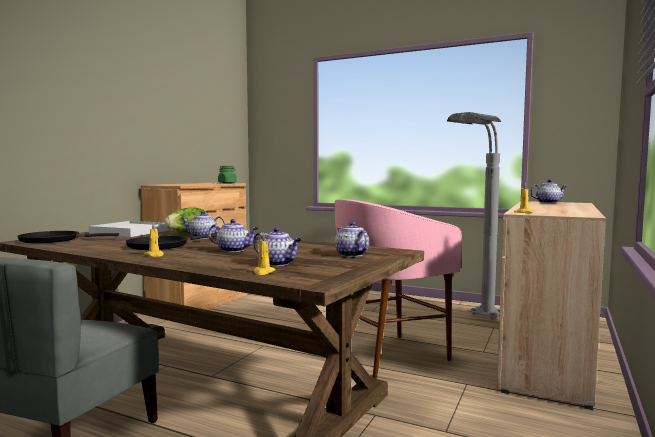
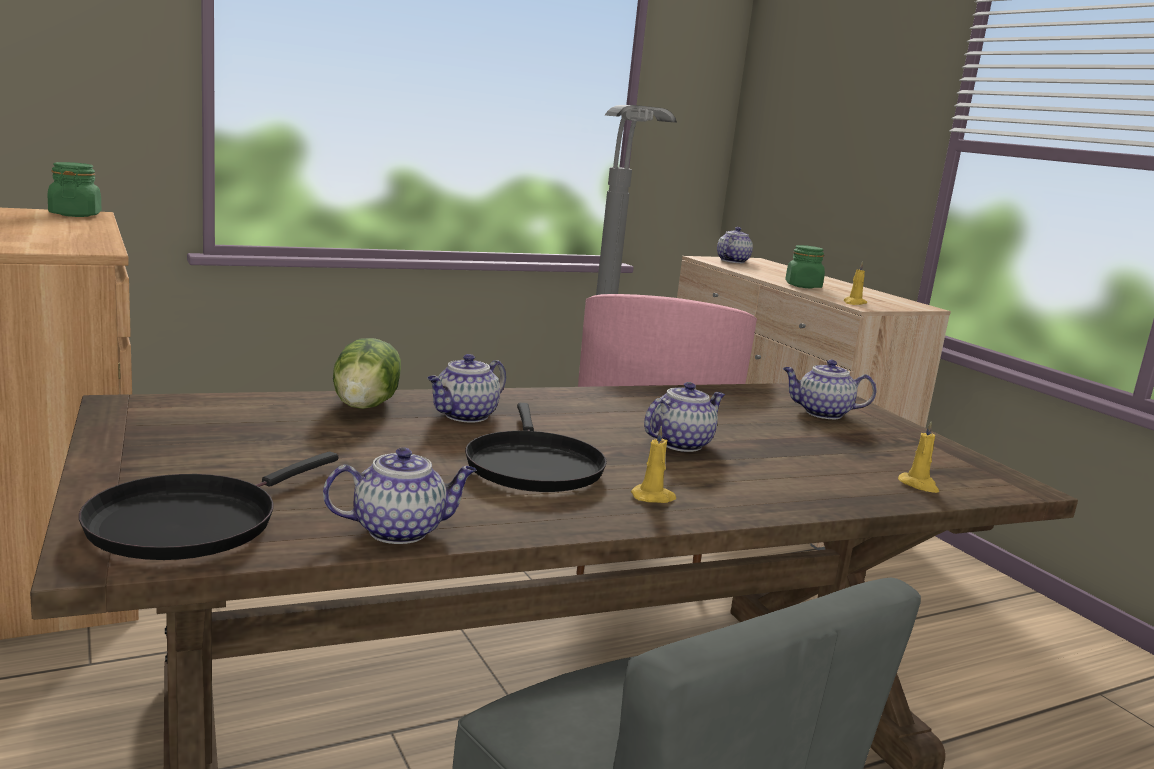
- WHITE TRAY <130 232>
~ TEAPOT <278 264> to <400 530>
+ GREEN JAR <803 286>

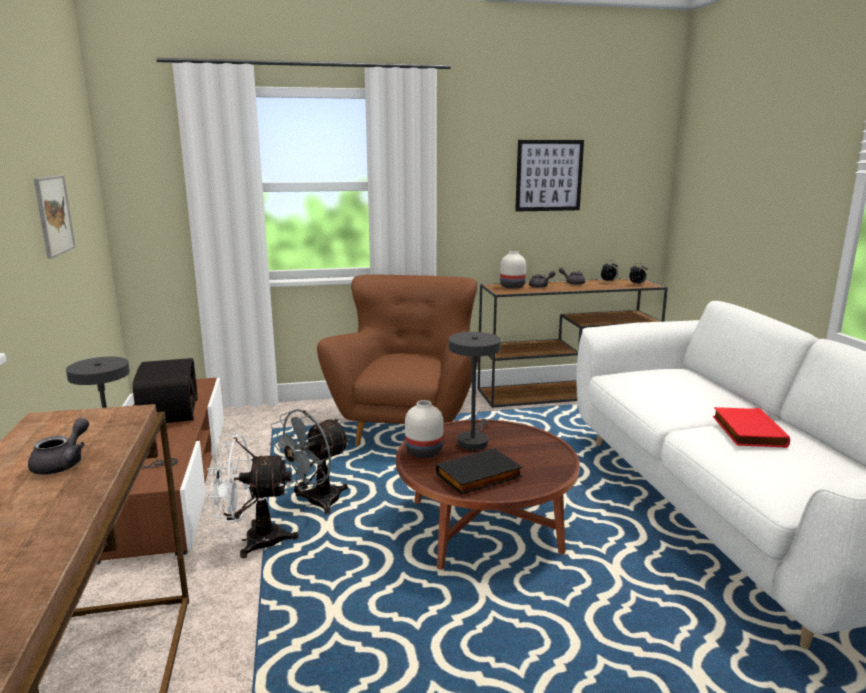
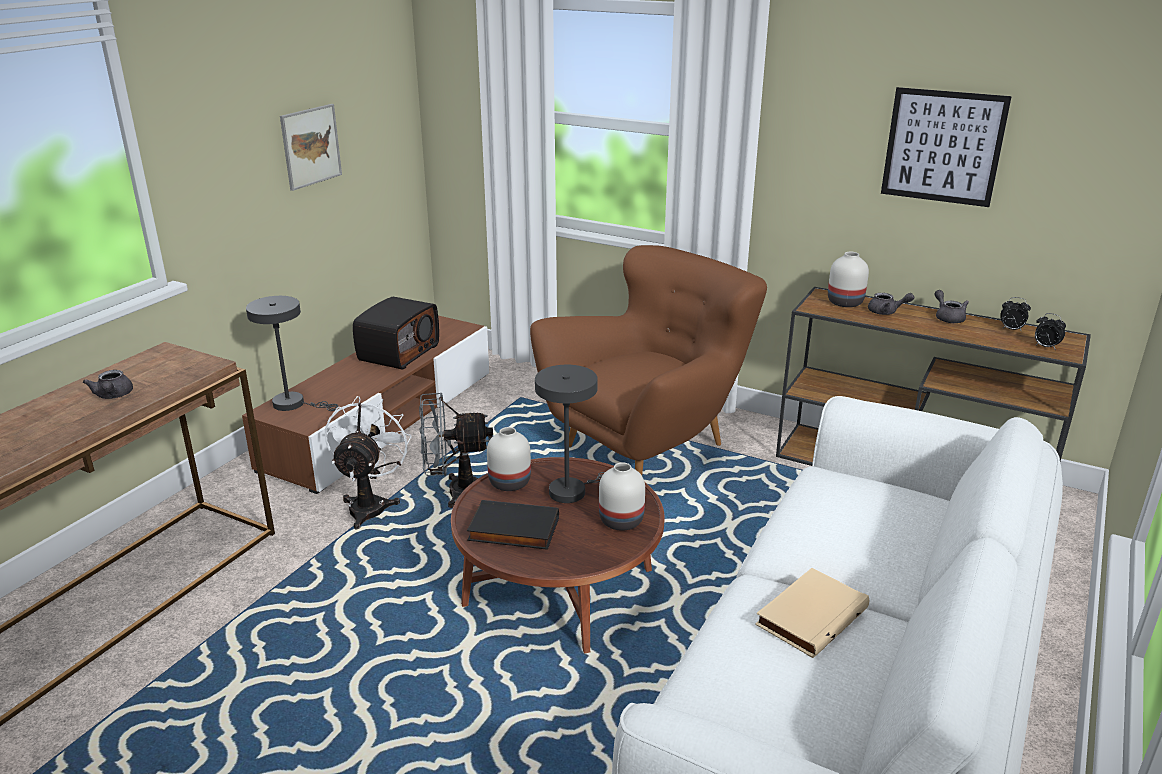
~ GREY TEAPOT <63 463> = <113 396> 105 degrees clockwise
~ WHITE FAN <253 540> = <370 505> 60 degrees clockwise
~ RED BOOK <746 431> to BEIGE BOOK <810 615>
+ WHITE VASE <622 520>

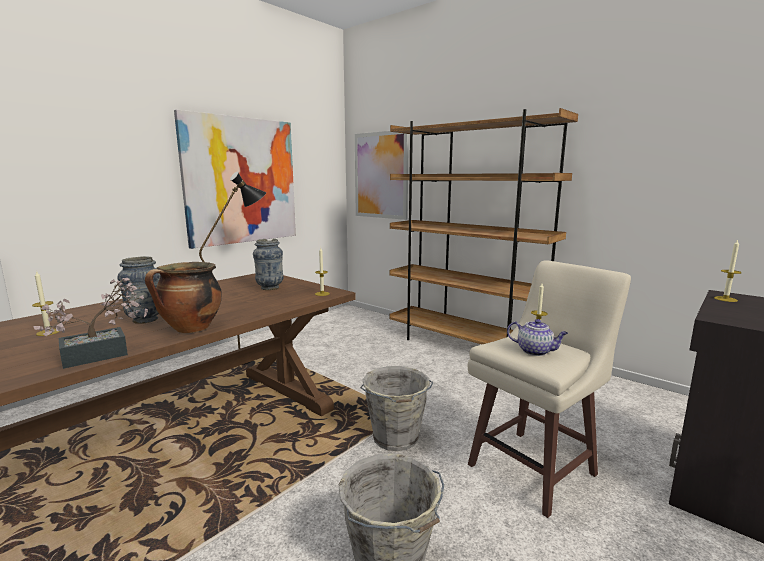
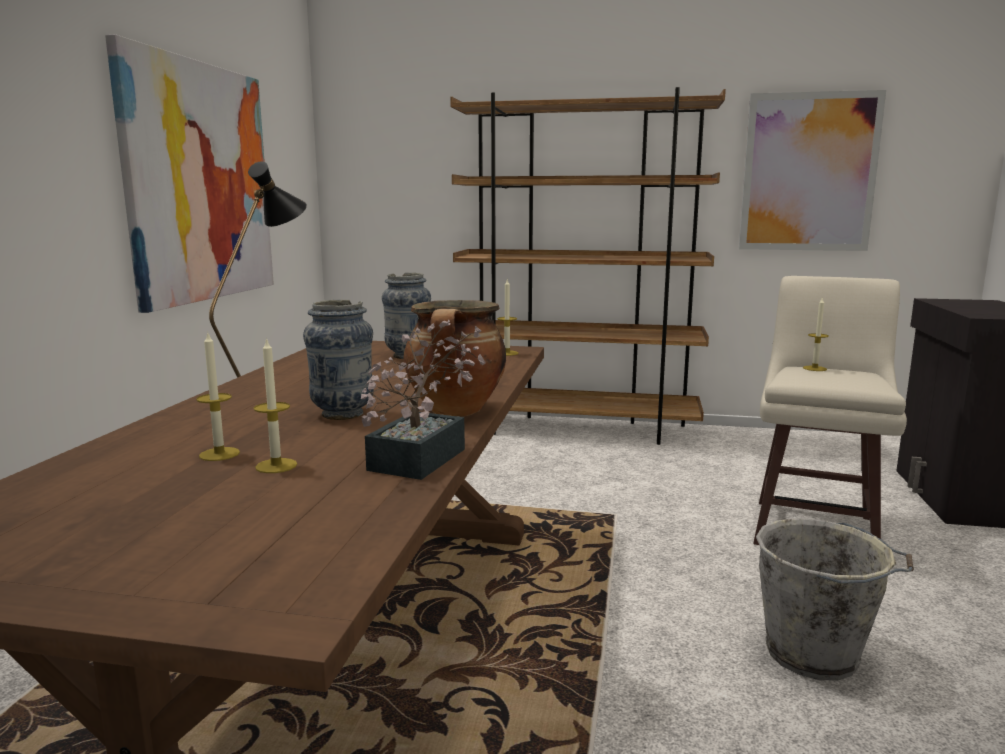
~ PICTURE <381 175> to <808 173>
- GREY BUCKET <395 438>
- TEAPOT <535 351>
~ CANDLE <725 299> to <276 466>

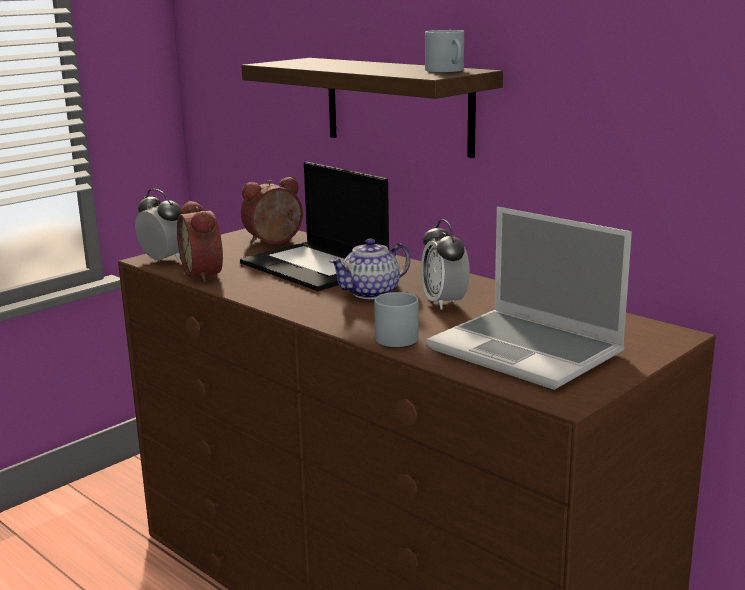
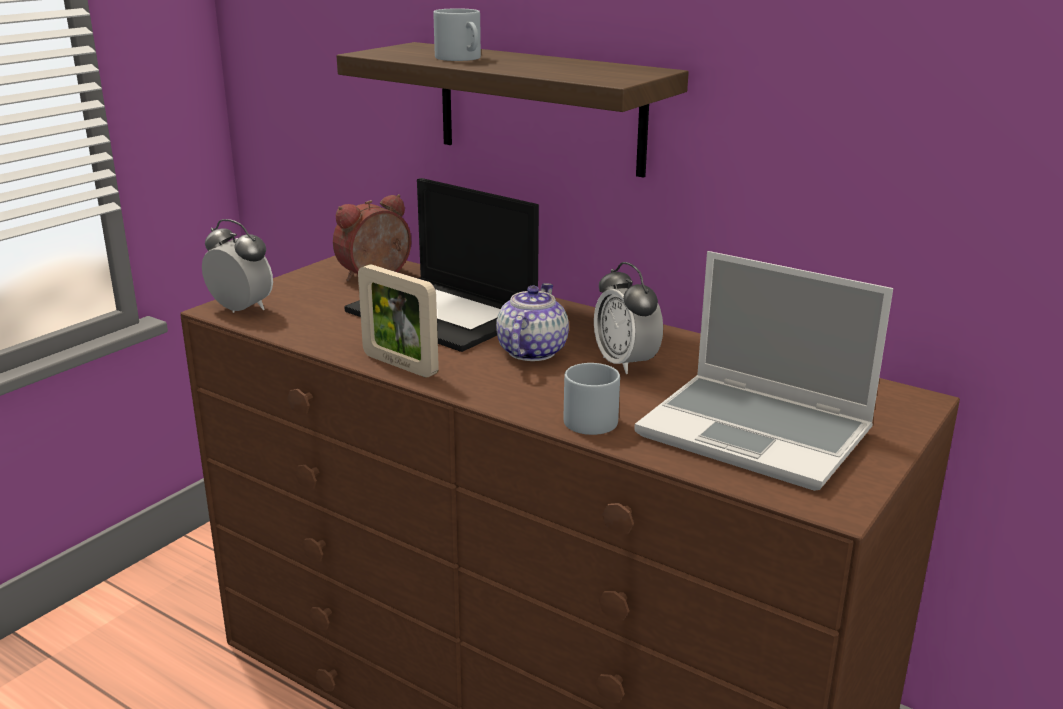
- ALARM CLOCK <206 273>
~ TEAPOT <372 293> = <531 352> 150 degrees clockwise
~ GREY MUG <448 70> to <462 58>
+ PICTURE FRAME <400 365>

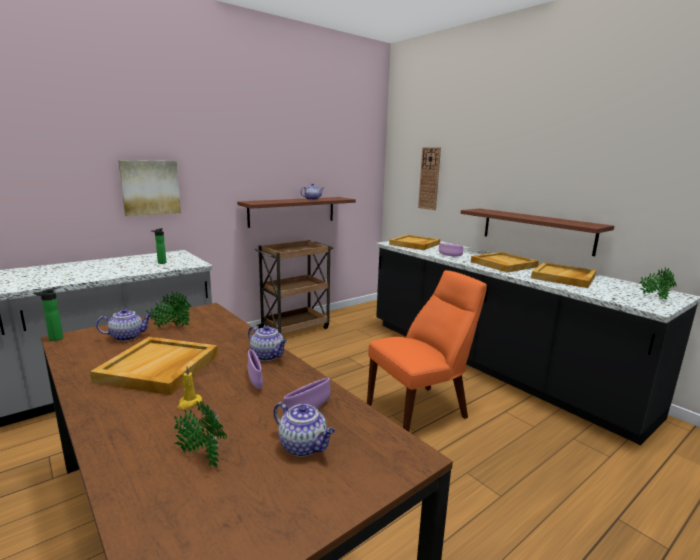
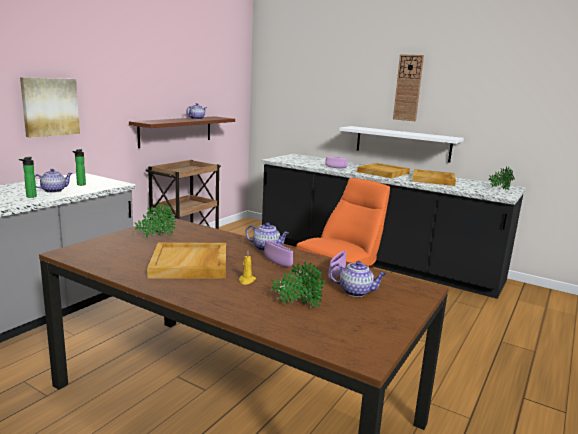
~ BOTTLE <54 339> to <30 197>
~ TEAPOT <128 337> to <54 190>
- BEIGE TRAY <415 244>
~ WALL CLOCK <429 178> to <408 88>
~ BROWN SHELF <536 230> to WHITE SHELF <402 143>

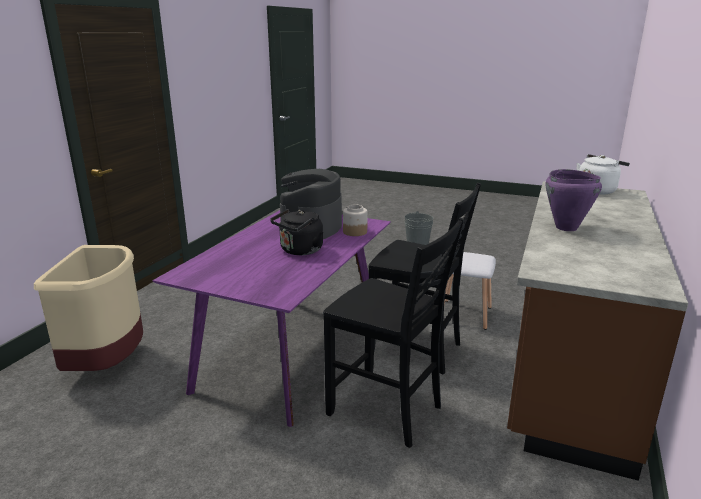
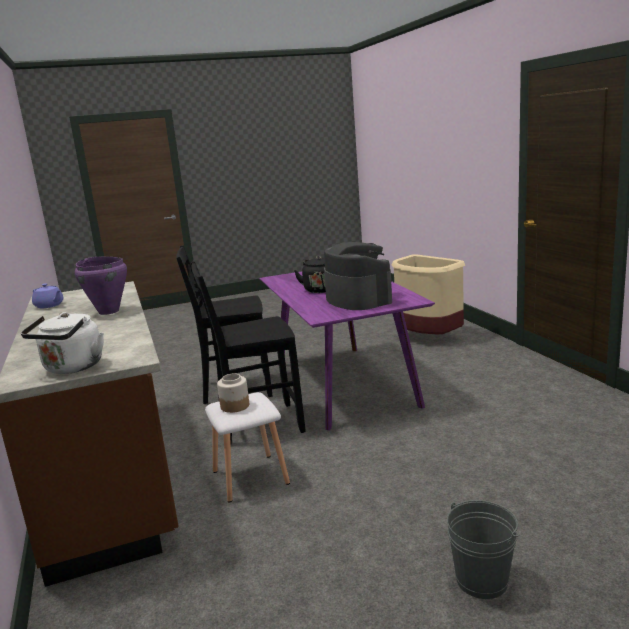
~ JAR <354 232> to <235 406>
+ PURPLE TEAPOT <49 306>

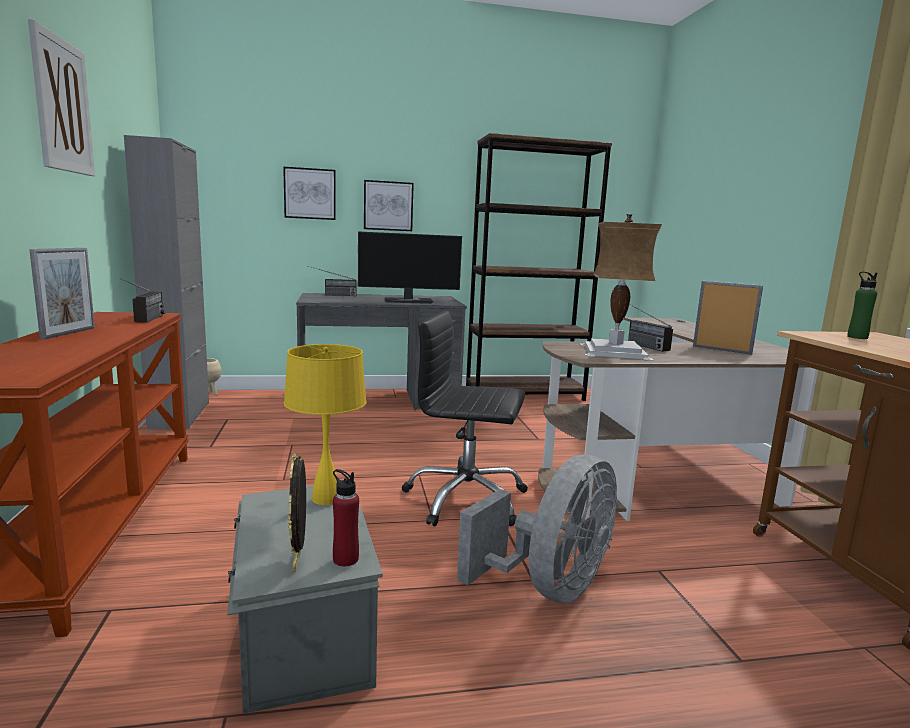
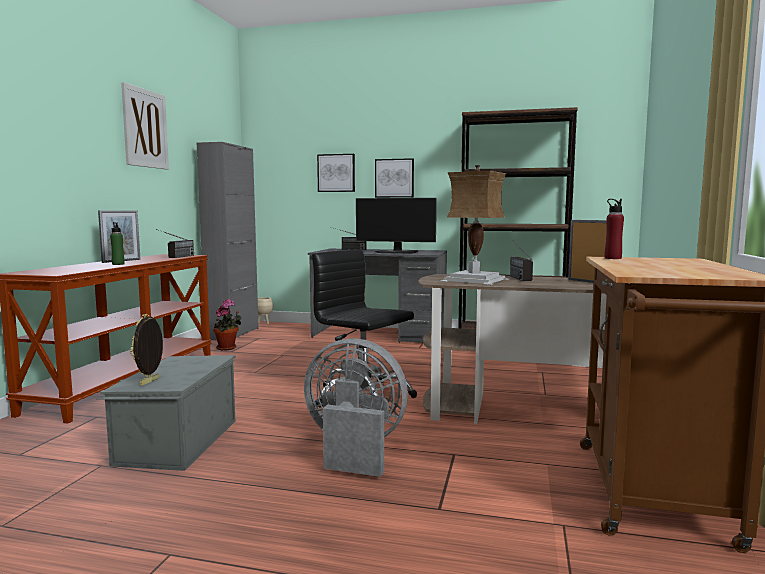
- YELLOW TABLE LAMP <325 498>
~ RED BOTTLE <345 559> to <612 258>
~ GREY FAN <549 587> = <354 448> 135 degrees counterclockwise
~ GREEN BOTTLE <857 337> to <118 264>
+ POTTED PLANT <228 348>

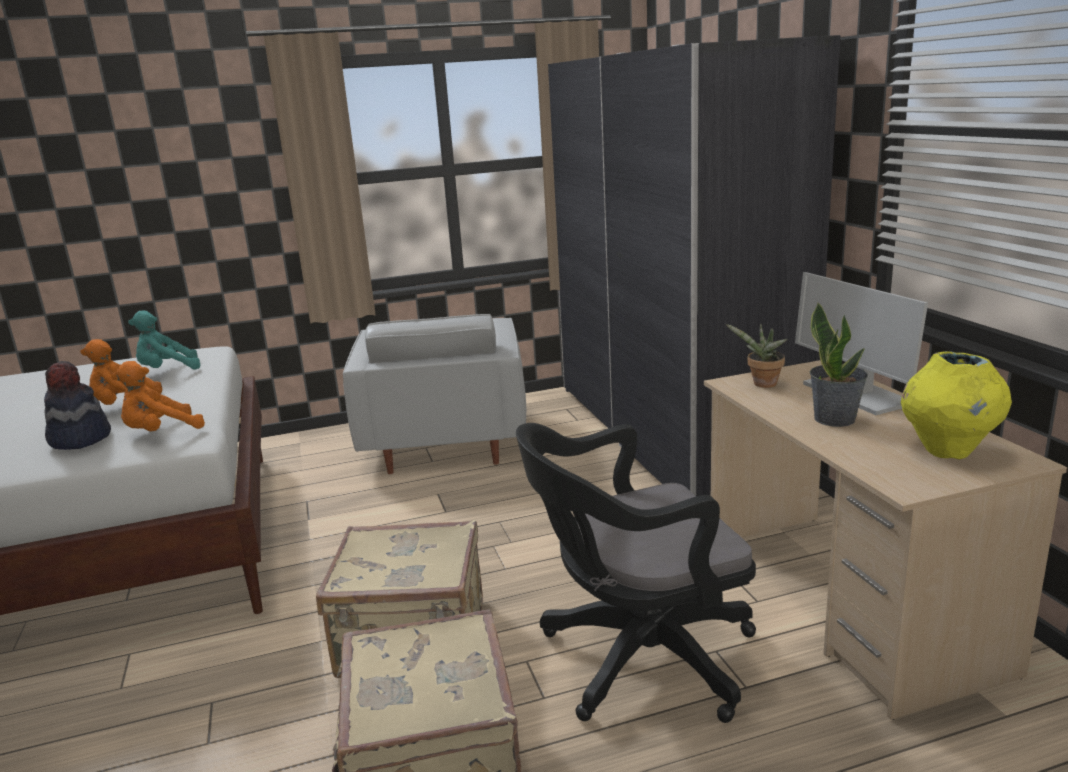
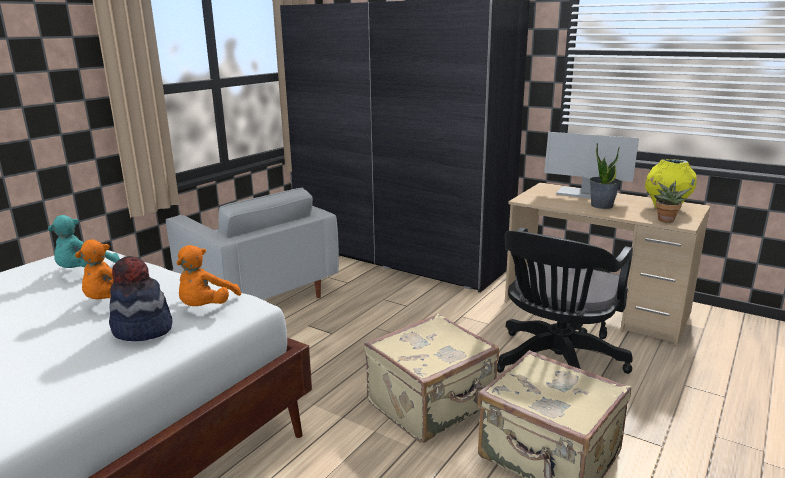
~ POTTED PLANT <762 385> to <666 221>

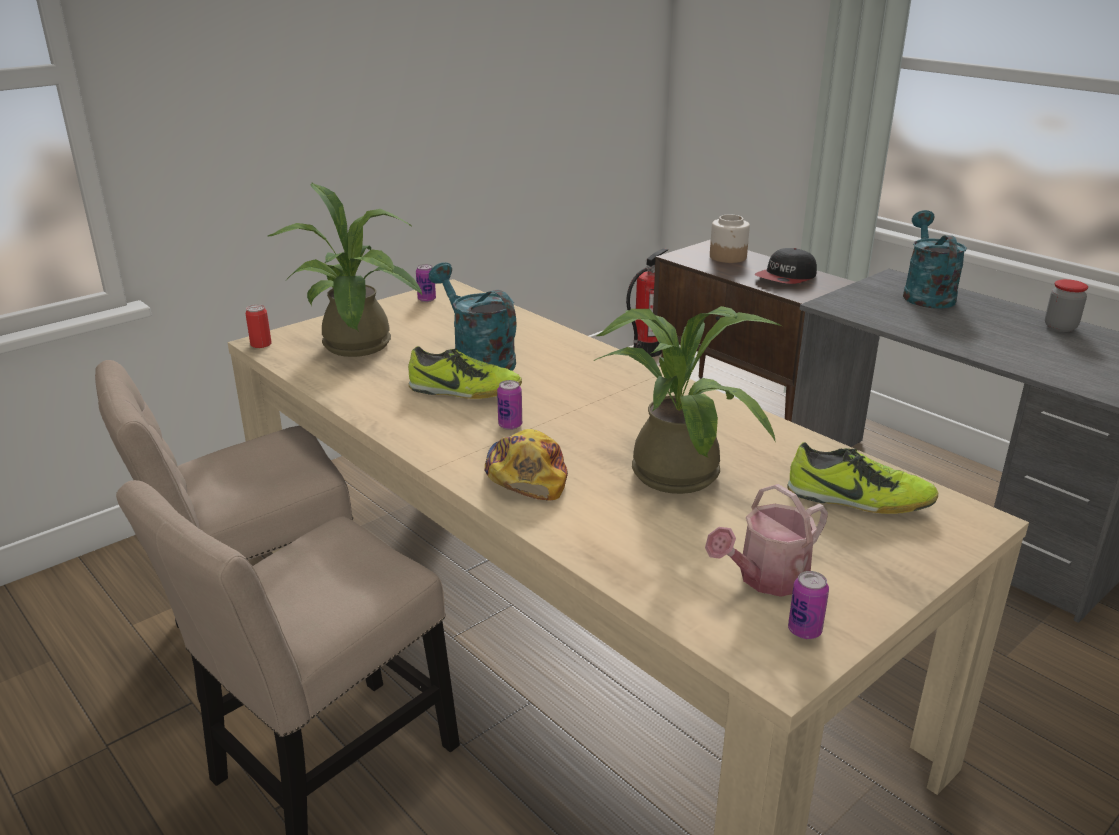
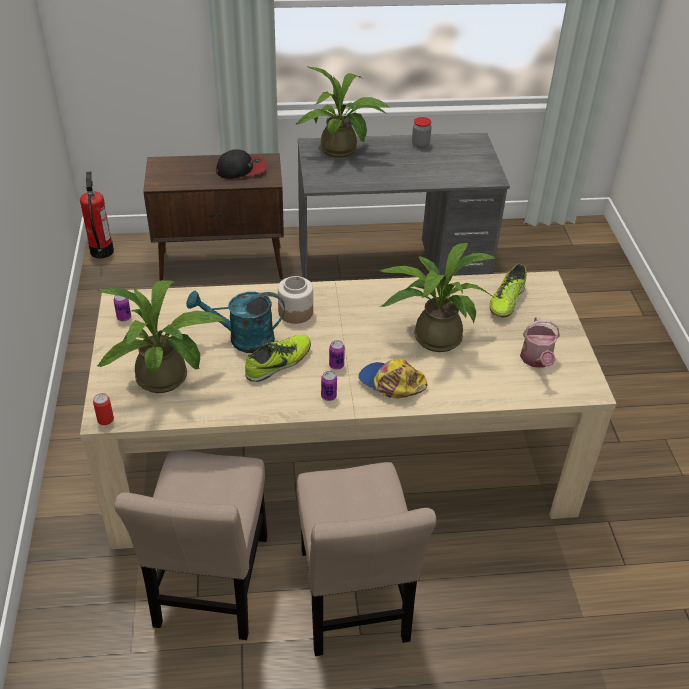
~ JAR <728 257> to <295 312>
~ CAP <786 278> = <241 169> 90 degrees counterclockwise
~ SHOE <858 500> = <506 301> 150 degrees clockwise
~ CAN <804 630> to <328 396>
~ TURQUOISE WATERING CAN <925 294> to POTTED PLANT <342 151>

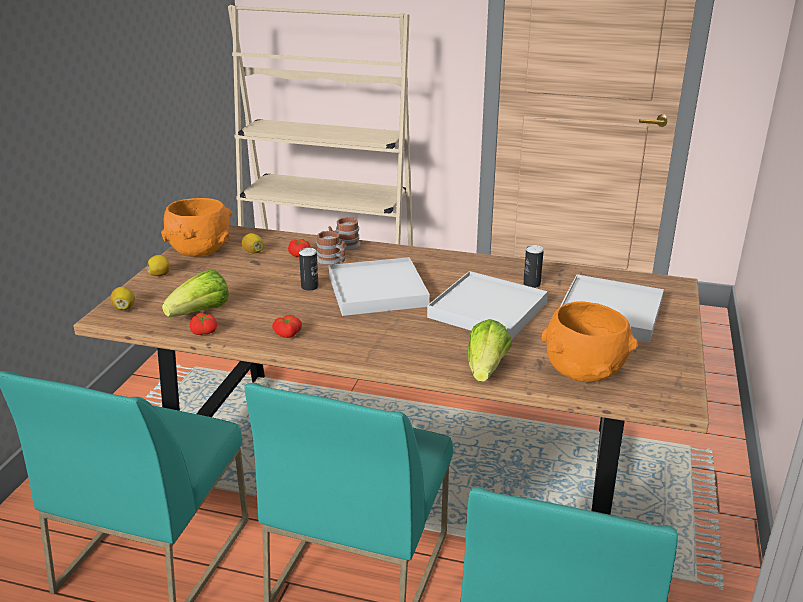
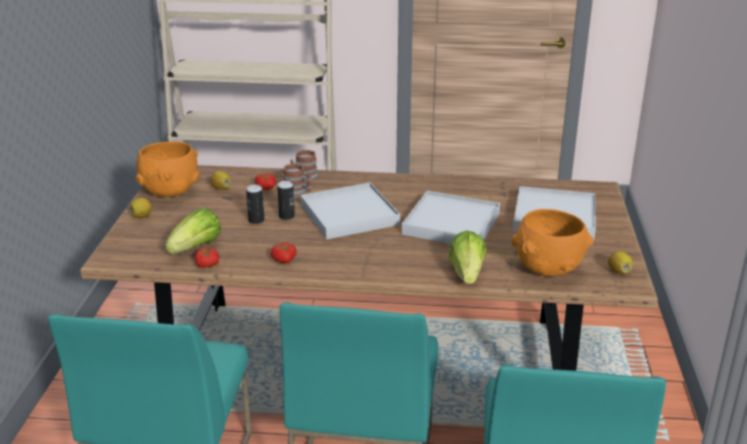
~ LEMON <124 308> to <619 272>
~ CAN <531 284> to <256 220>

